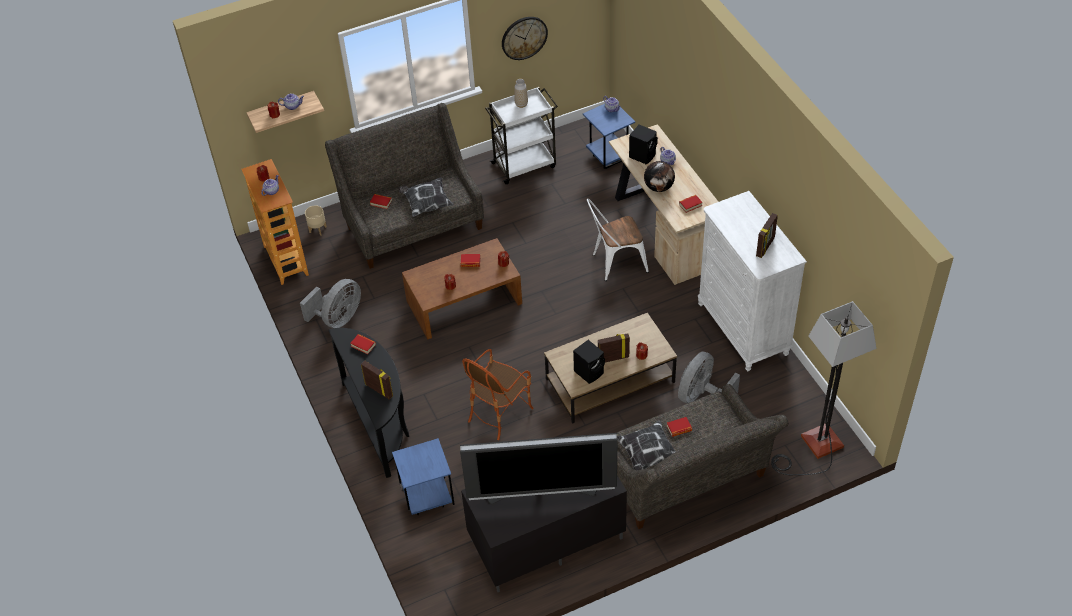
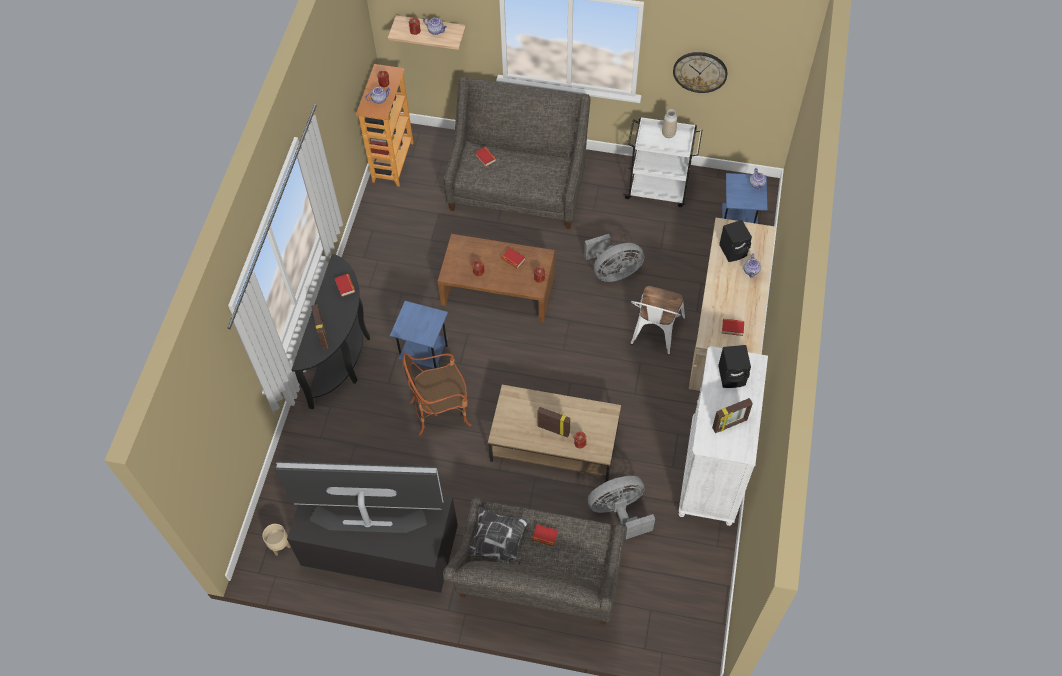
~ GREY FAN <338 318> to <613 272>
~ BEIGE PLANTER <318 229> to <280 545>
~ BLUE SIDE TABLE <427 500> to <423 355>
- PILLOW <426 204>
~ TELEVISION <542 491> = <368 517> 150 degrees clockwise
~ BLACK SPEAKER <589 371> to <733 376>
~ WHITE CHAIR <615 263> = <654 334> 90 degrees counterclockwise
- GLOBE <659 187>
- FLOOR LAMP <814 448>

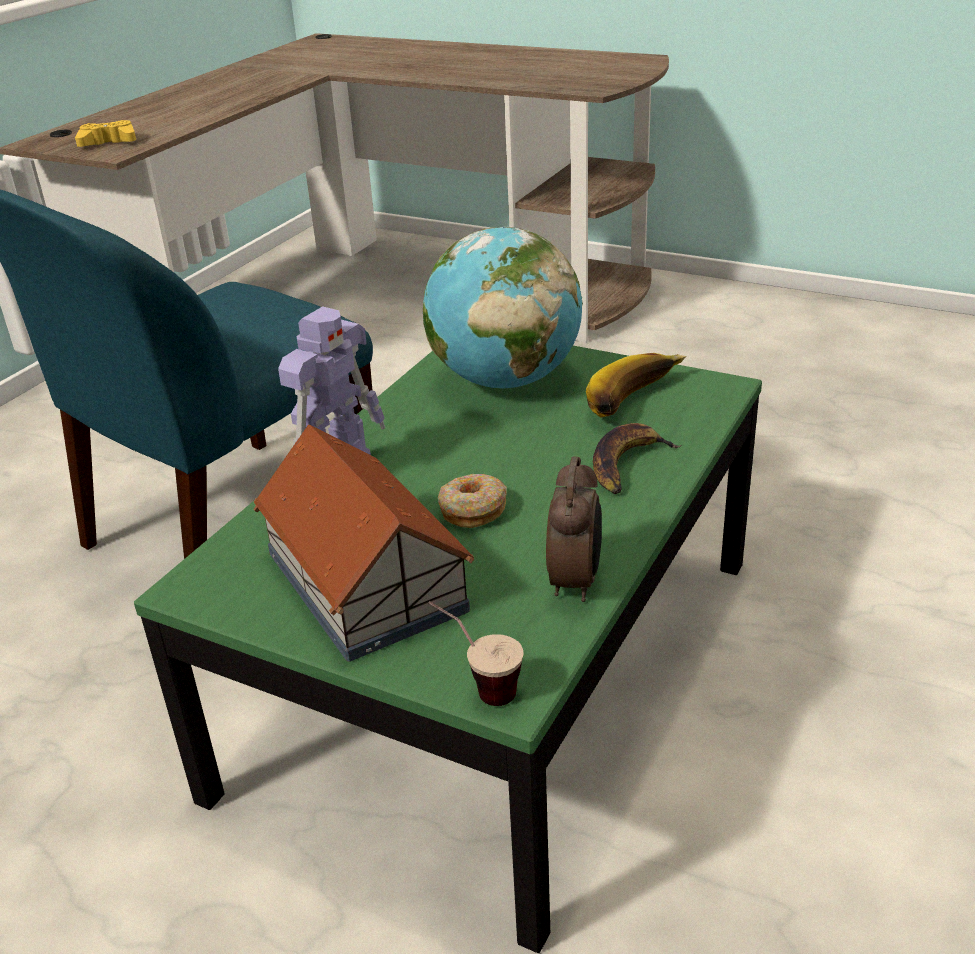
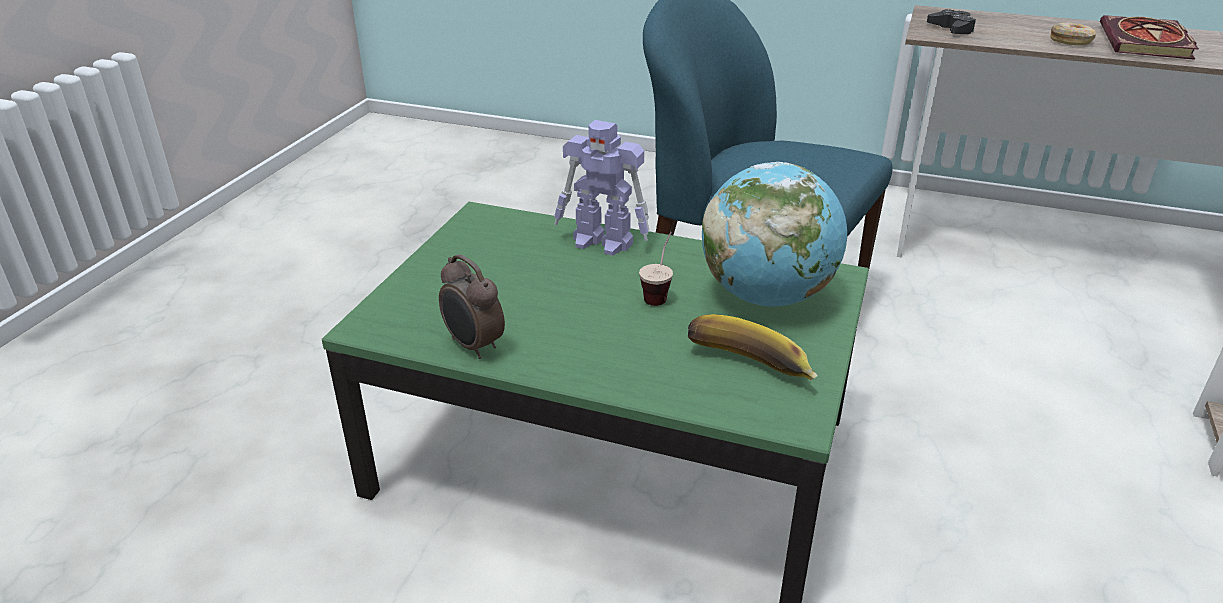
~ YELLOW GAME CONTROLLER <108 142> to BLACK GAME CONTROLLER <951 29>
- TOY HOUSE <366 579>
~ CUP <477 686> to <659 293>
~ DONUT <472 510> to <1071 41>
~ ALARM CLOCK <576 581> = <473 346> 45 degrees clockwise
- BANANA <627 464>
+ BOOK <1147 43>

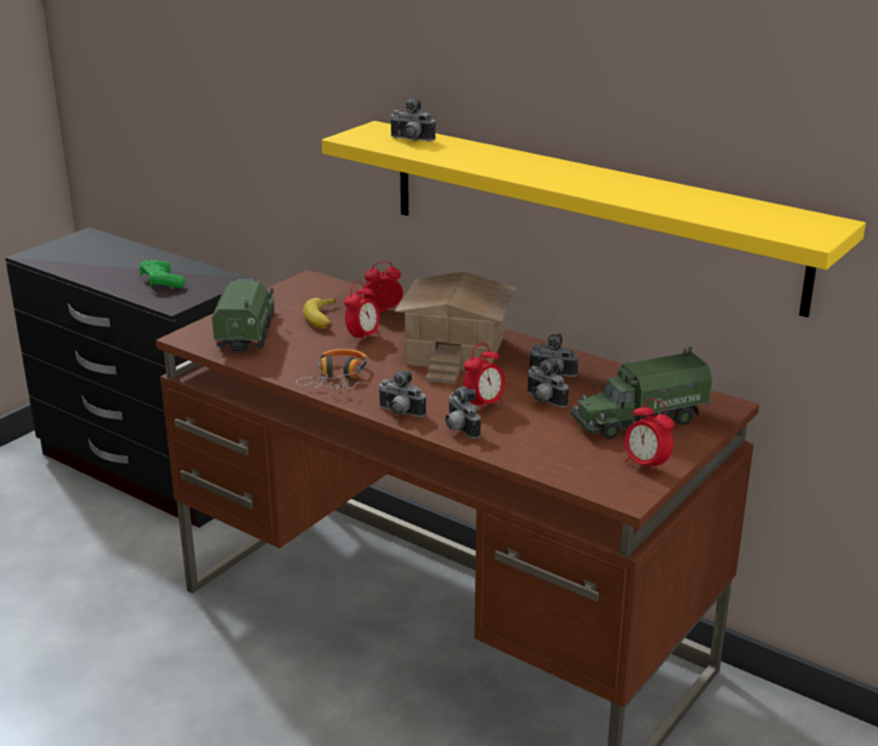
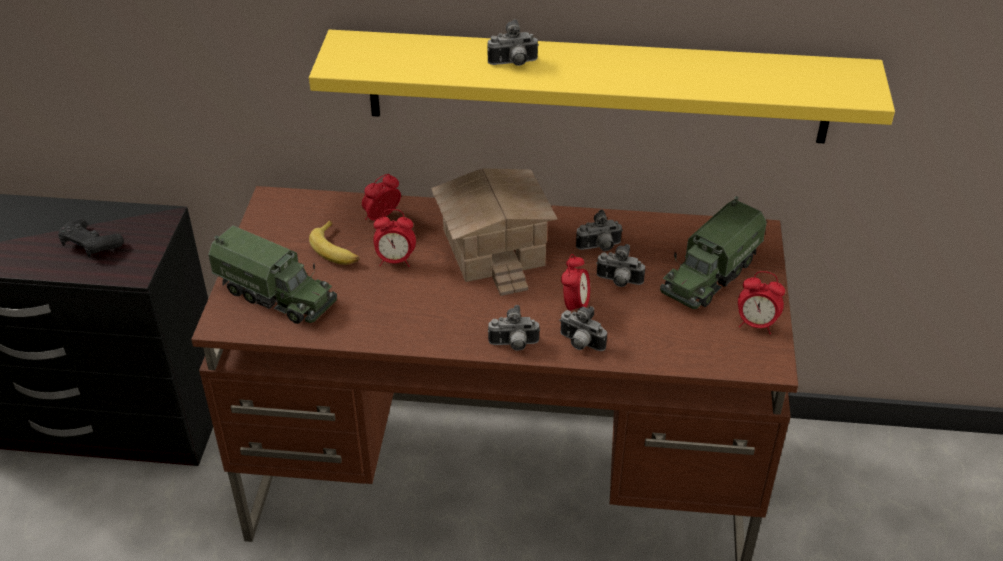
~ GREEN GAME CONTROLLER <161 282> to BLACK GAME CONTROLLER <90 244>
~ TOY TRUCK <246 332> = <277 295> 150 degrees clockwise
- HEADPHONES <338 379>
~ ALARM CLOCK <363 337> = <395 261> 90 degrees clockwise
~ PHOTO CAMERA <411 140> to <513 64>

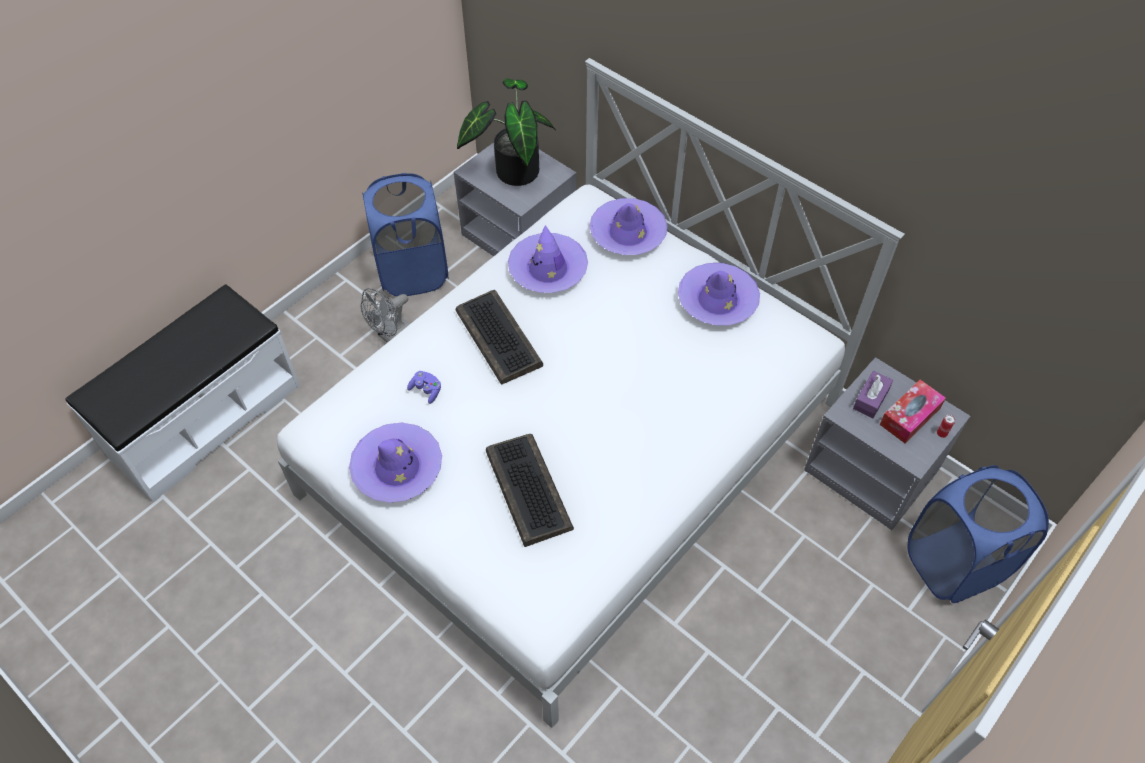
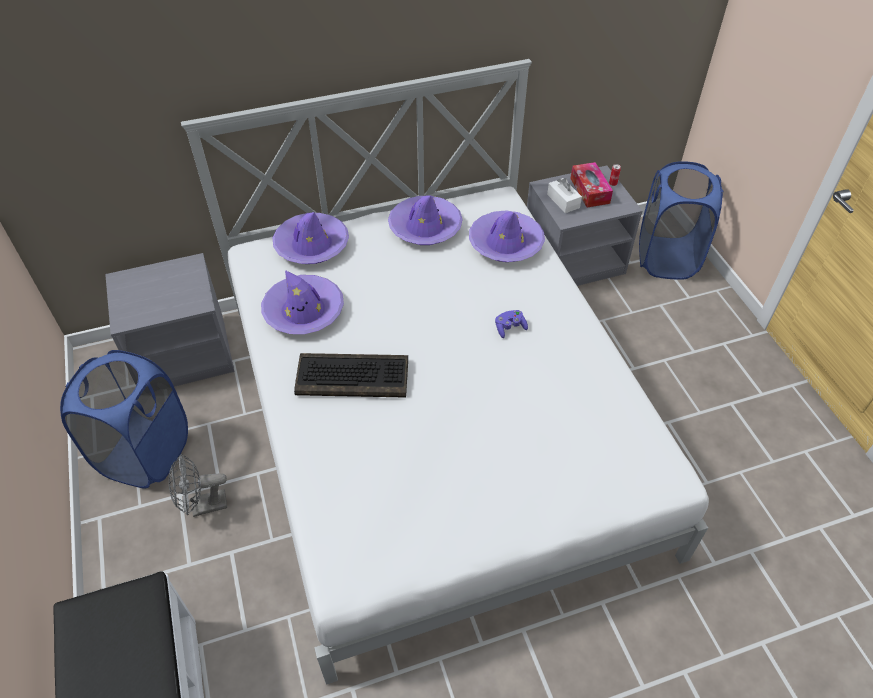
~ PURPLE HAT <397 468> to <505 243>
~ GREY FAN <391 334> = <203 506> 90 degrees clockwise
~ PURPLE GAME CONTROLLER <426 390> to <509 328>
- POTTED PLANT <512 170>
- KEYBOARD <527 489>
~ PURPLE TISSUE BOX <870 399> to WHITE TISSUE BOX <563 201>

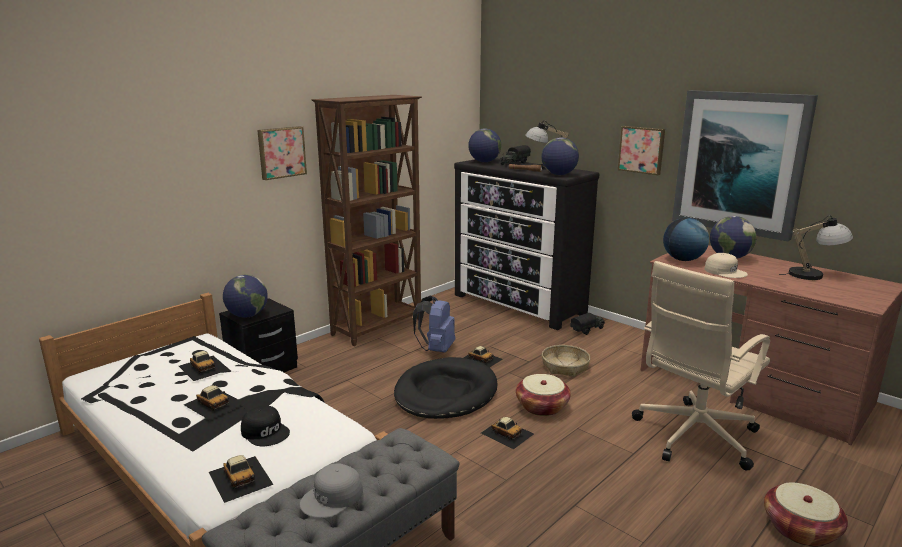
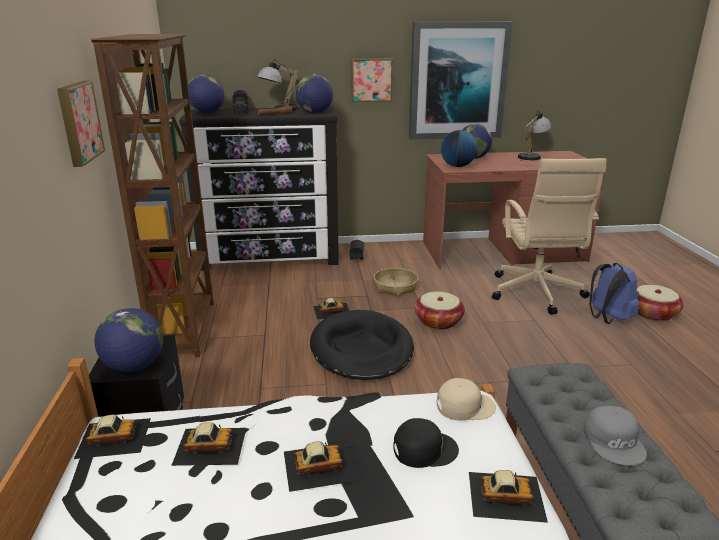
~ BLUE BACKPACK <436 349> to <607 318>
~ TOY CAR <507 433> to <113 437>
~ BEIGE CAP <725 271> to <464 405>

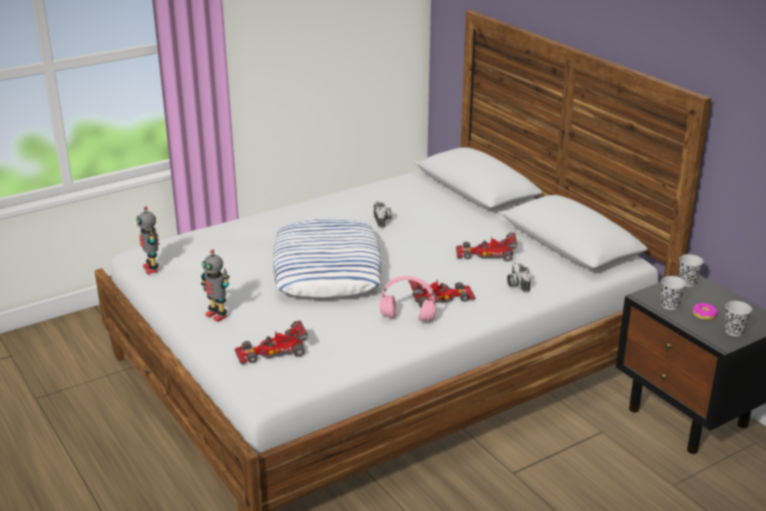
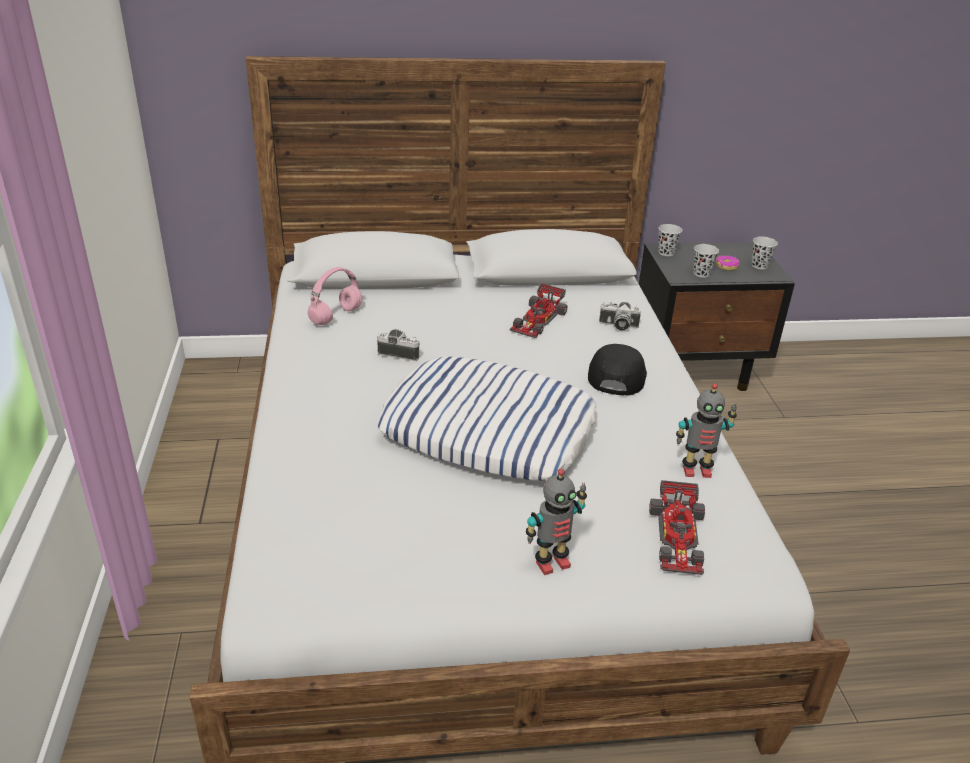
~ TOY ROBOT <152 268> to <696 470>
~ PINK HEADPHONES <406 318> to <335 317>
~ TOY CAR <441 297> to BLACK CAP <616 375>

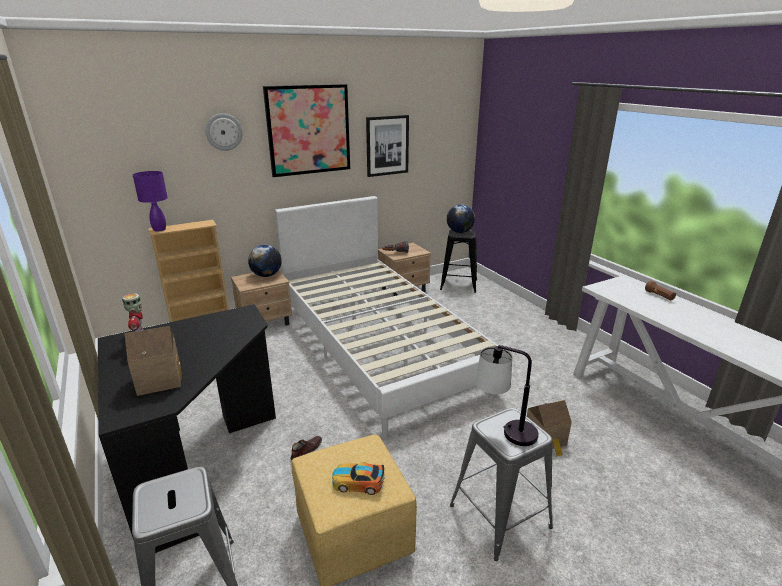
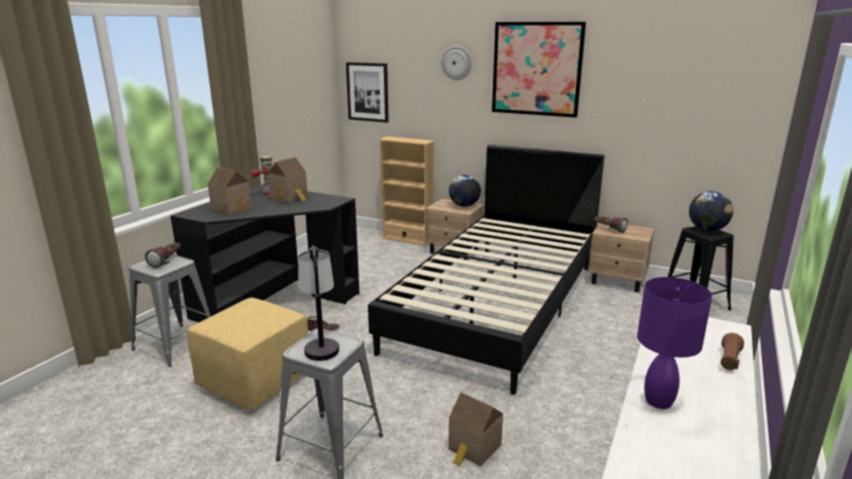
~ PURPLE TABLE LAMP <159 229> to <659 401>
~ WHITE BED <378 345> to BLACK BED <497 305>
- TOY CAR <358 482>
~ PICTURE <387 145> to <368 92>
+ FLASHLIGHT <167 261>
+ TOY HOUSE <290 197>

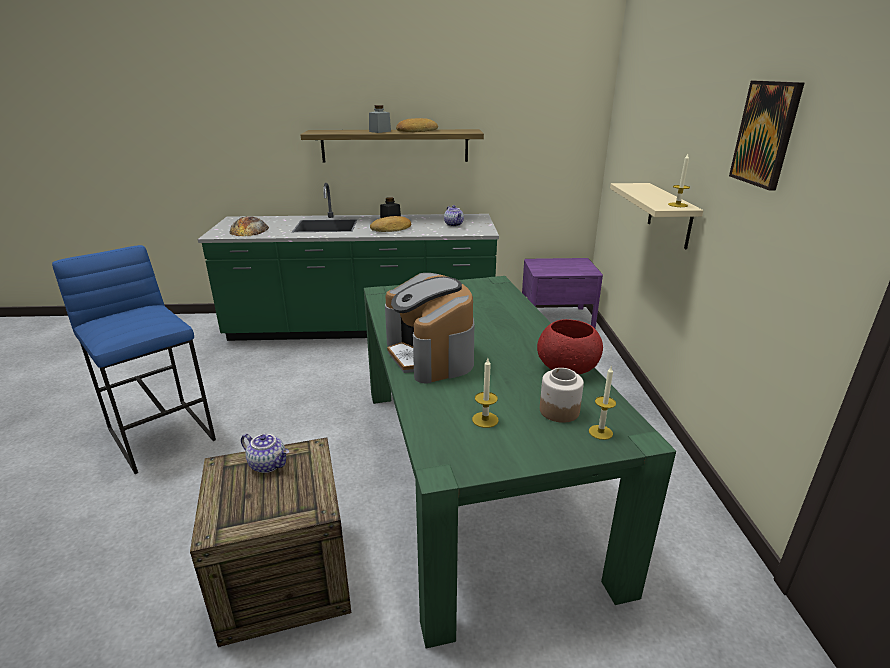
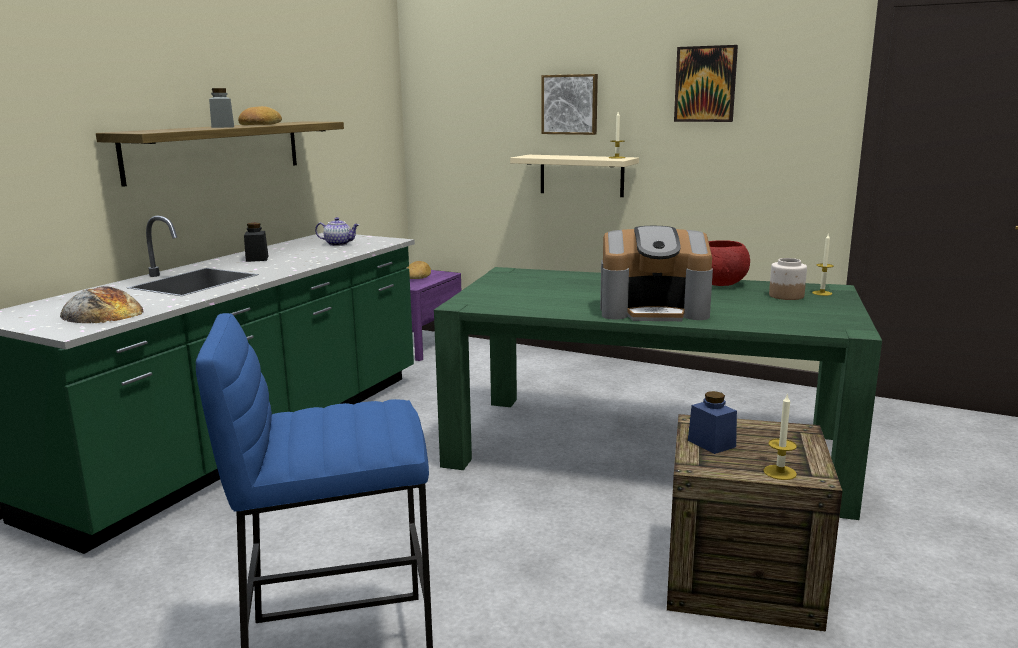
~ TEAPOT <269 464> to BLUE JAR <711 443>
~ BREAD <391 229> to <418 275>
~ CANDLE <485 419> to <779 472>
+ PICTURE <570 104>

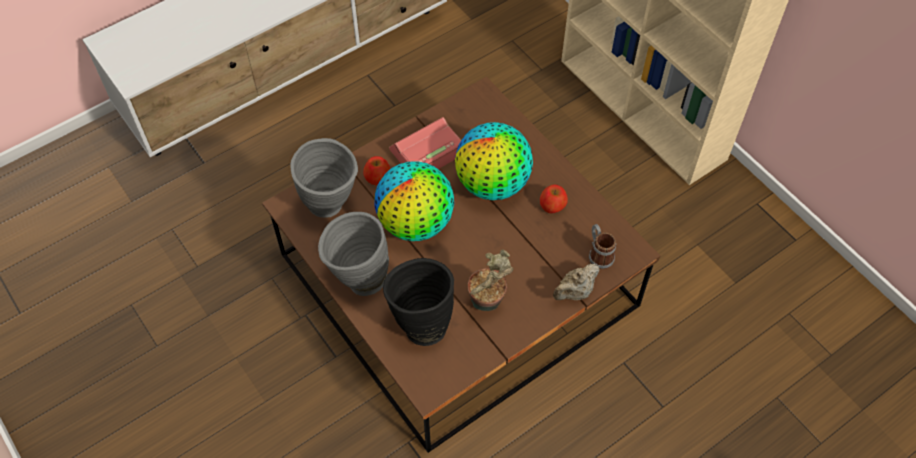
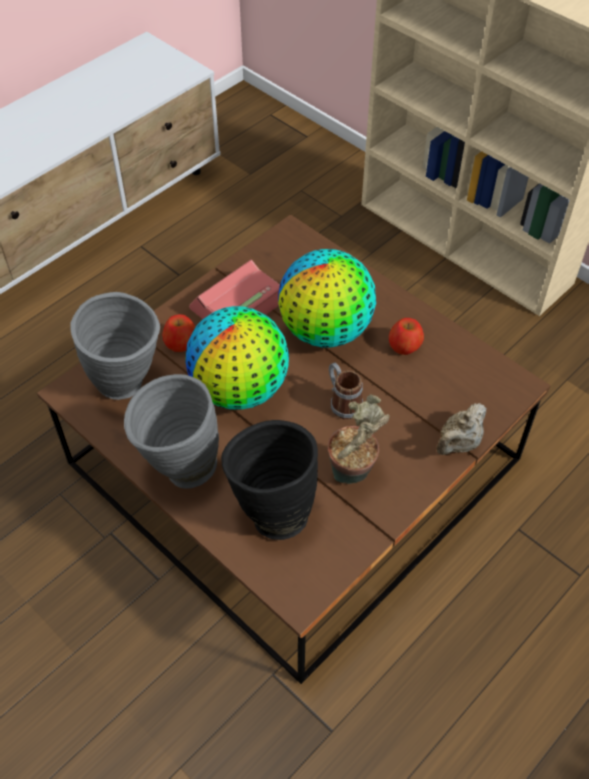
~ MUG <598 254> to <342 402>

